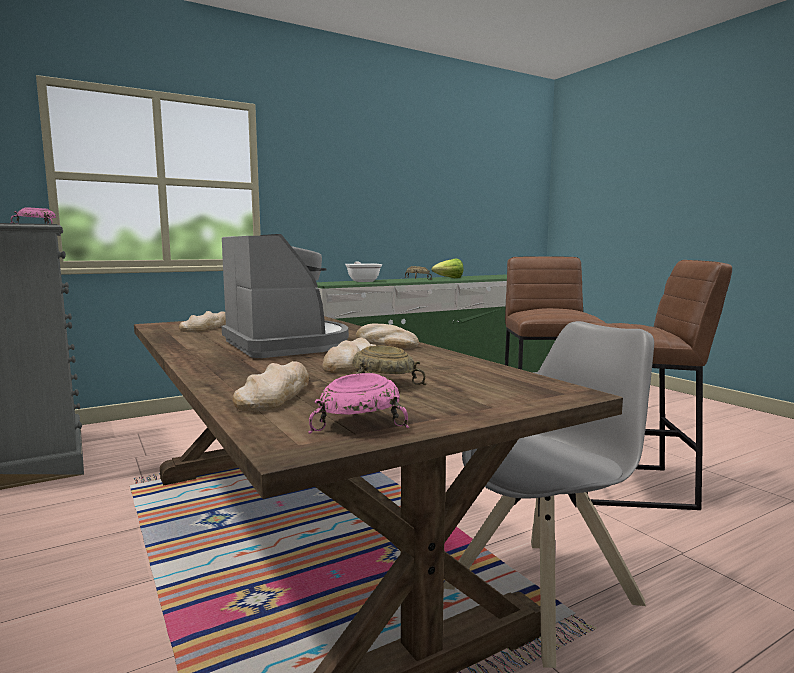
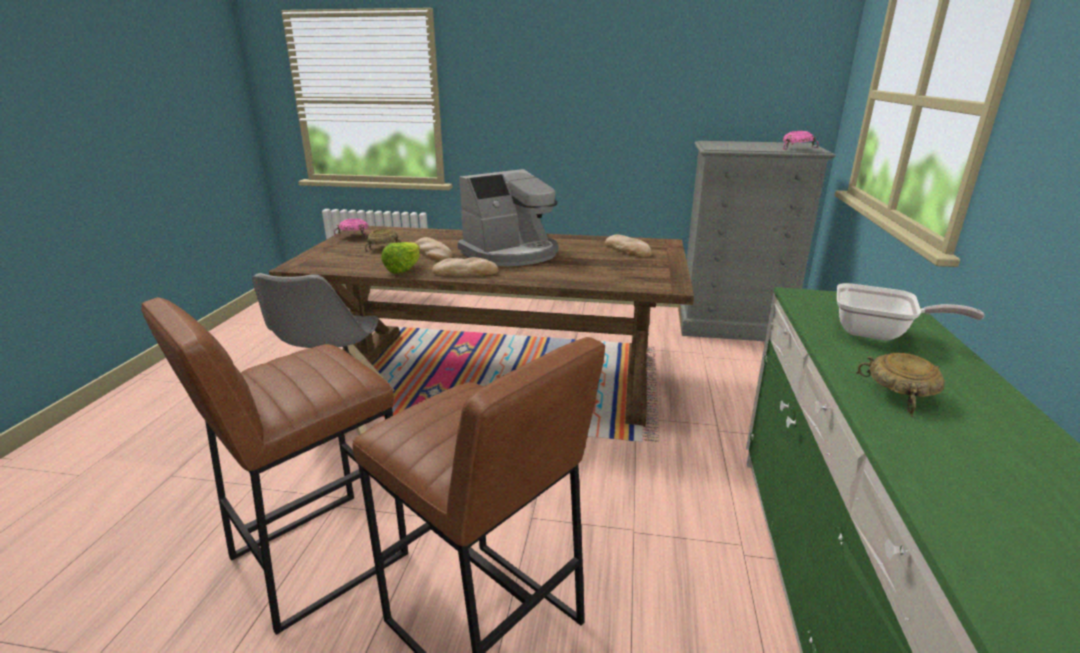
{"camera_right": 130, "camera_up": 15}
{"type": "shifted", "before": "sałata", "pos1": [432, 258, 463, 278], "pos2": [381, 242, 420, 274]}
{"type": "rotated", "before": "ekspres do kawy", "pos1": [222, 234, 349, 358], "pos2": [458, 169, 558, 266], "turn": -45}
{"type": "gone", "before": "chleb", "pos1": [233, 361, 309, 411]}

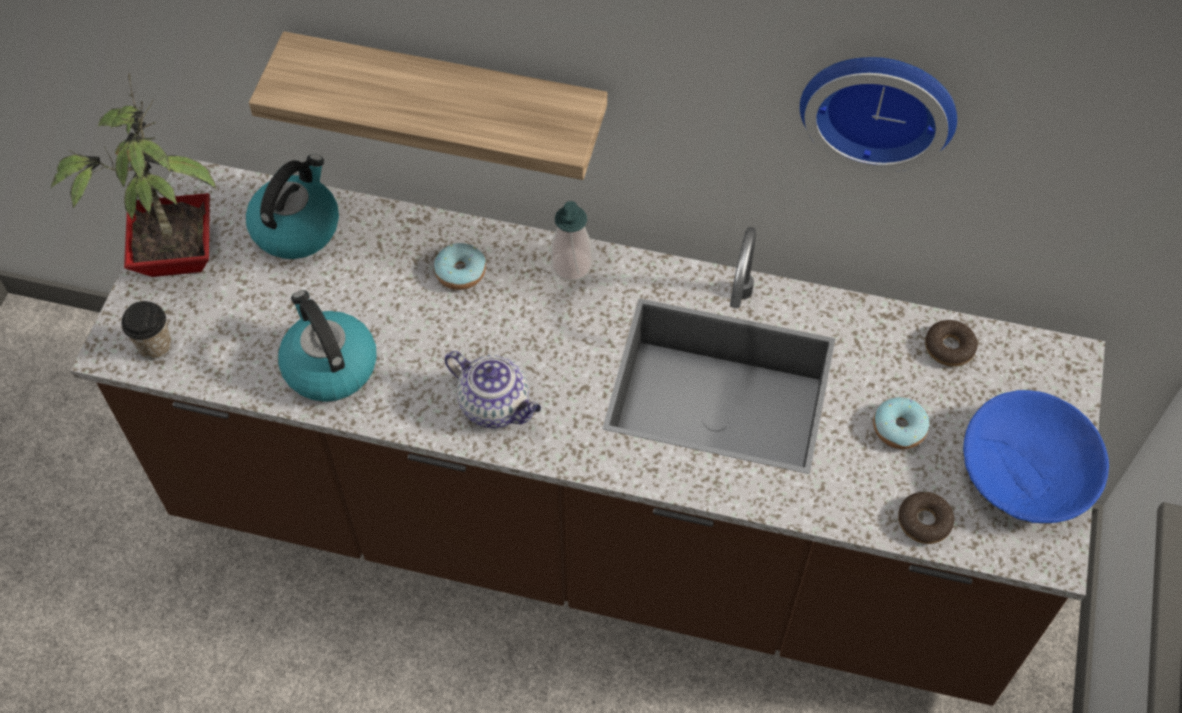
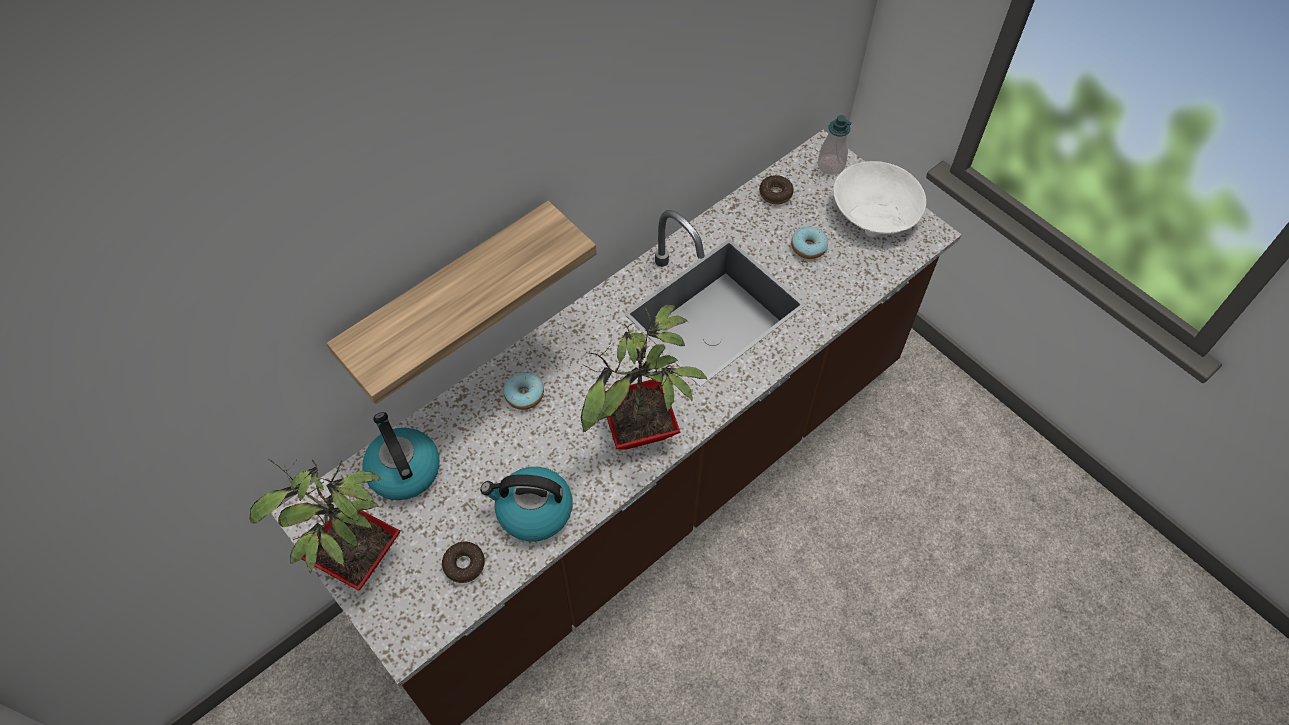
{"camera_right": -55, "camera_up": 0}
{"type": "shifted", "before": "donut", "pos1": [898, 492, 954, 544], "pos2": [442, 542, 485, 583]}
{"type": "swapped", "before": "imbryk", "after": "roślina doniczkowa", "pos1": [445, 351, 541, 428], "pos2": [581, 305, 708, 450]}
{"type": "shifted", "before": "dozownik mydła", "pos1": [551, 201, 592, 281], "pos2": [818, 115, 852, 175]}
{"type": "repainted", "before": "miska [niebieski]", "after": "miska [biały]", "pos1": [963, 390, 1109, 523], "pos2": [833, 161, 926, 237]}
{"type": "gone", "before": "filiżanka", "pos1": [121, 301, 172, 359]}
{"type": "gone", "before": "zegar ścienny", "pos1": [800, 57, 957, 172]}

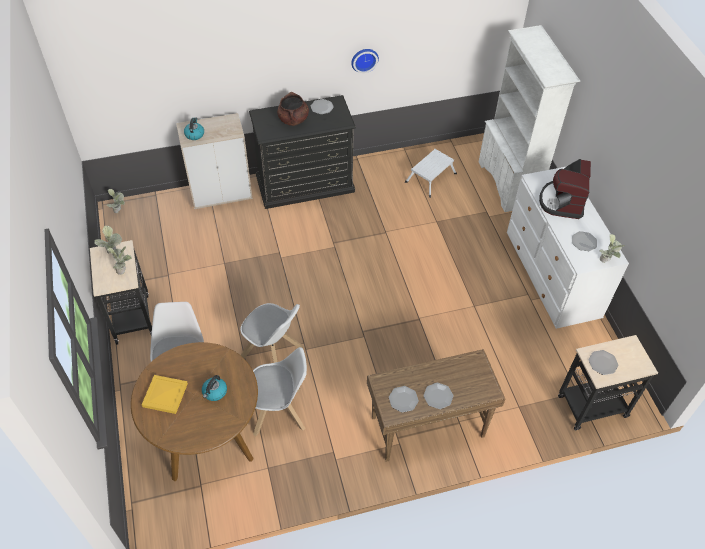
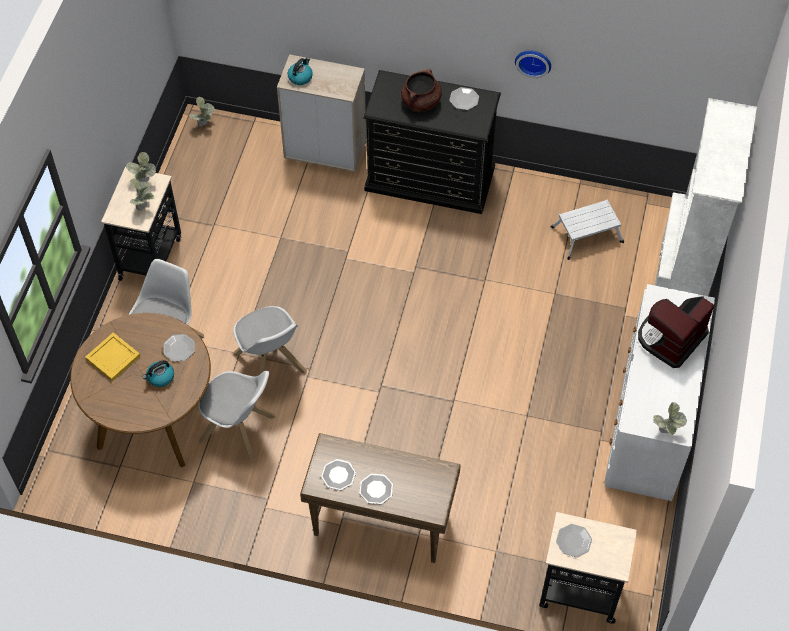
{"camera_right": 30, "camera_up": 5}
{"type": "shifted", "before": "talerz", "pos1": [572, 231, 597, 251], "pos2": [163, 334, 195, 361]}

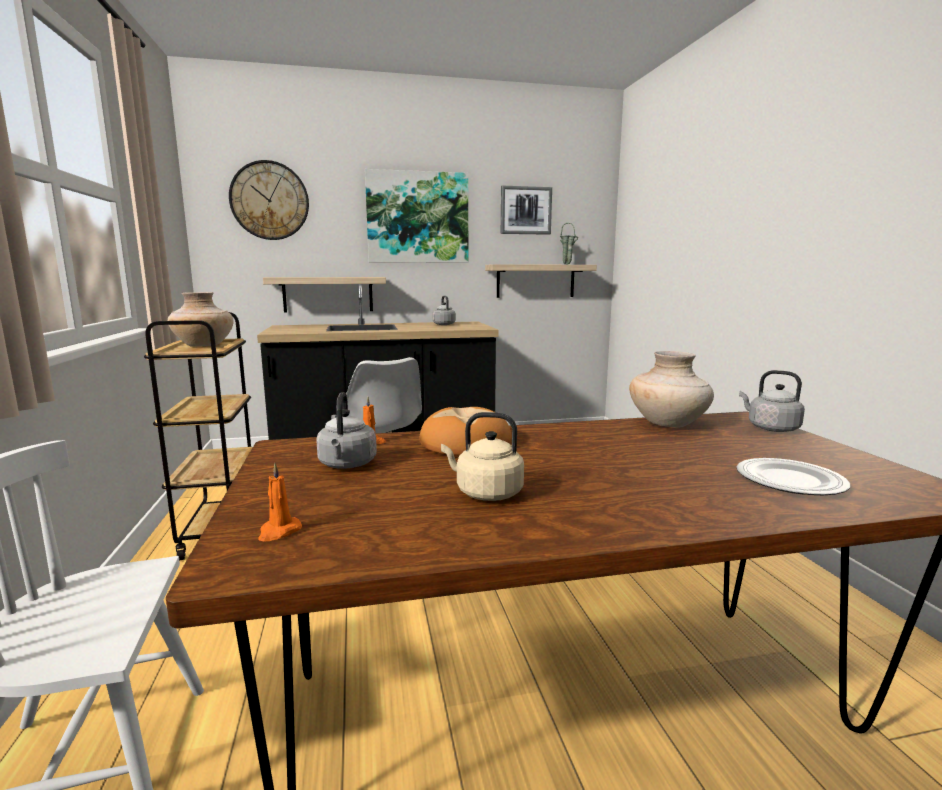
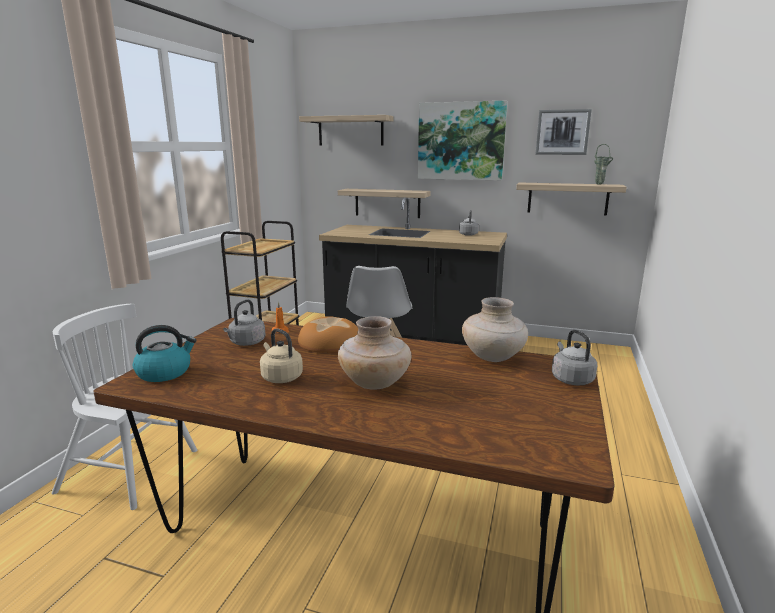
{"camera_right": 30, "camera_up": 5}
{"type": "swapped", "before": "świeca [pomarańczowy]", "after": "czajnik", "pos1": [258, 463, 302, 541], "pos2": [133, 325, 197, 382]}
{"type": "swapped", "before": "zegar ścienny", "after": "półka", "pos1": [229, 160, 309, 240], "pos2": [299, 115, 393, 146]}
{"type": "shifted", "before": "wazon [beżowy]", "pos1": [168, 292, 234, 347], "pos2": [338, 316, 411, 390]}
{"type": "gone", "before": "talerz", "pos1": [736, 458, 850, 495]}

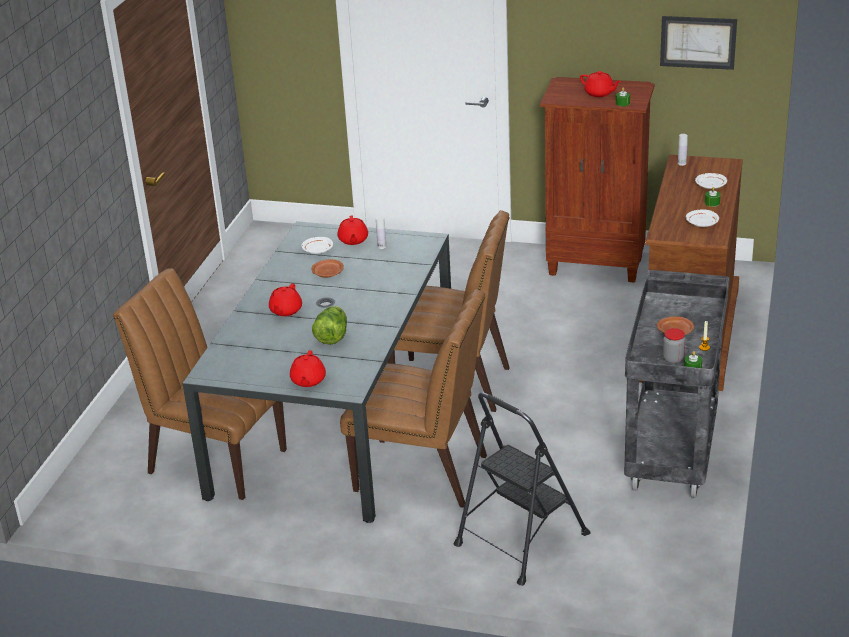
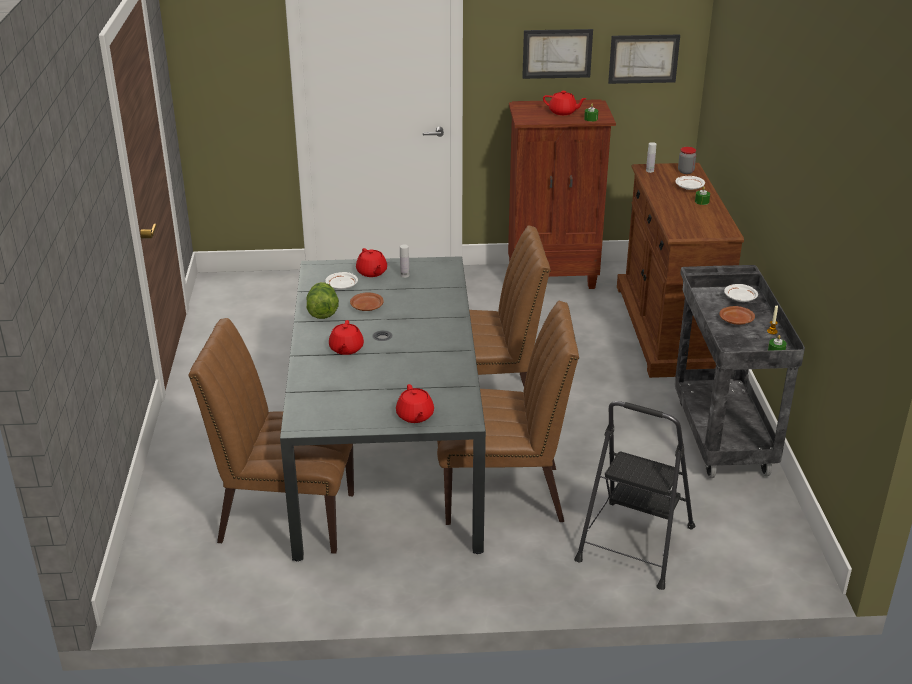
{"camera_right": -20, "camera_up": 0}
{"type": "shifted", "before": "sałata", "pos1": [312, 306, 347, 345], "pos2": [307, 282, 339, 319]}
{"type": "new", "after": "obraz", "pos2": [522, 29, 593, 79]}
{"type": "shifted", "before": "słoik", "pos1": [663, 328, 685, 364], "pos2": [678, 147, 696, 174]}
{"type": "shifted", "before": "talerz [biały]", "pos1": [686, 210, 719, 227], "pos2": [724, 284, 758, 302]}

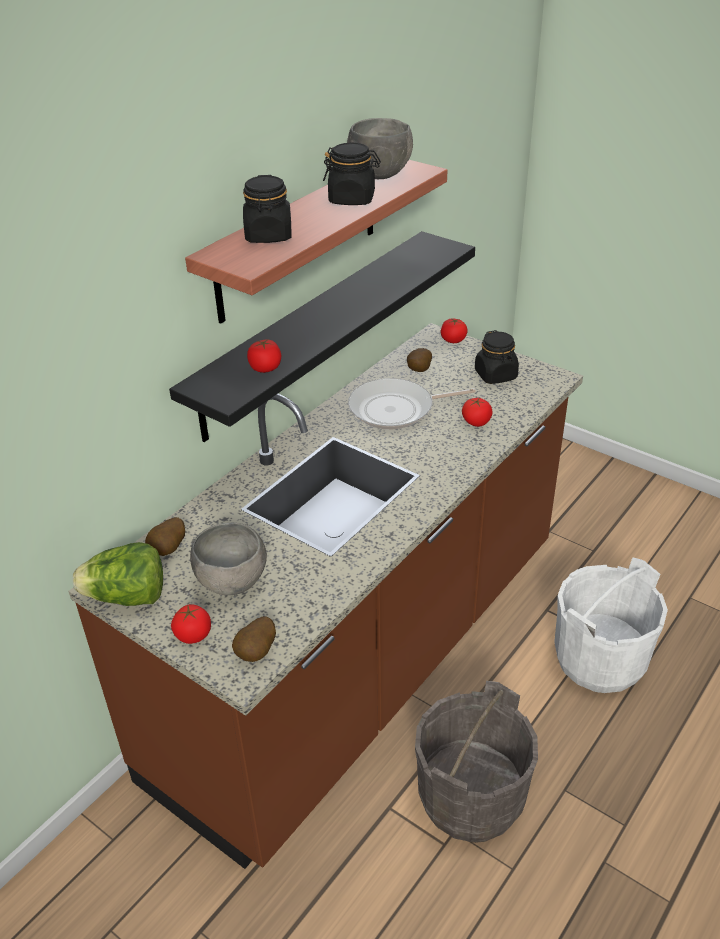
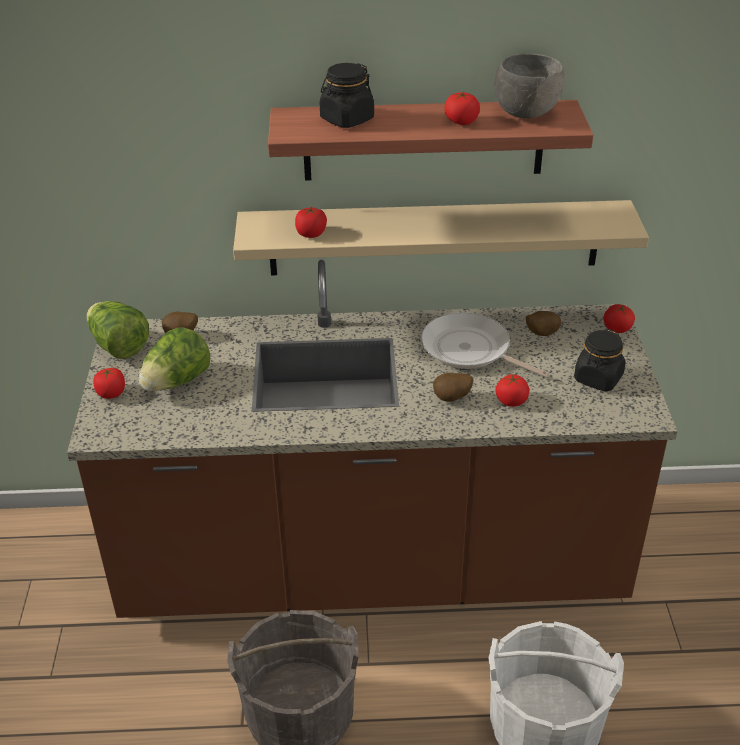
{"camera_right": 50, "camera_up": 0}
{"type": "swapped", "before": "miska [szary]", "after": "sałata", "pos1": [190, 523, 267, 595], "pos2": [139, 327, 210, 392]}
{"type": "repainted", "before": "półka [czarny]", "after": "półka [beżowy]", "pos1": [169, 231, 475, 442], "pos2": [233, 200, 649, 275]}
{"type": "shifted", "before": "ziemniak", "pos1": [232, 616, 276, 662], "pos2": [433, 373, 473, 402]}
{"type": "swapped", "before": "słoik [czarny]", "after": "pomidor", "pos1": [323, 143, 381, 205], "pos2": [445, 92, 480, 125]}

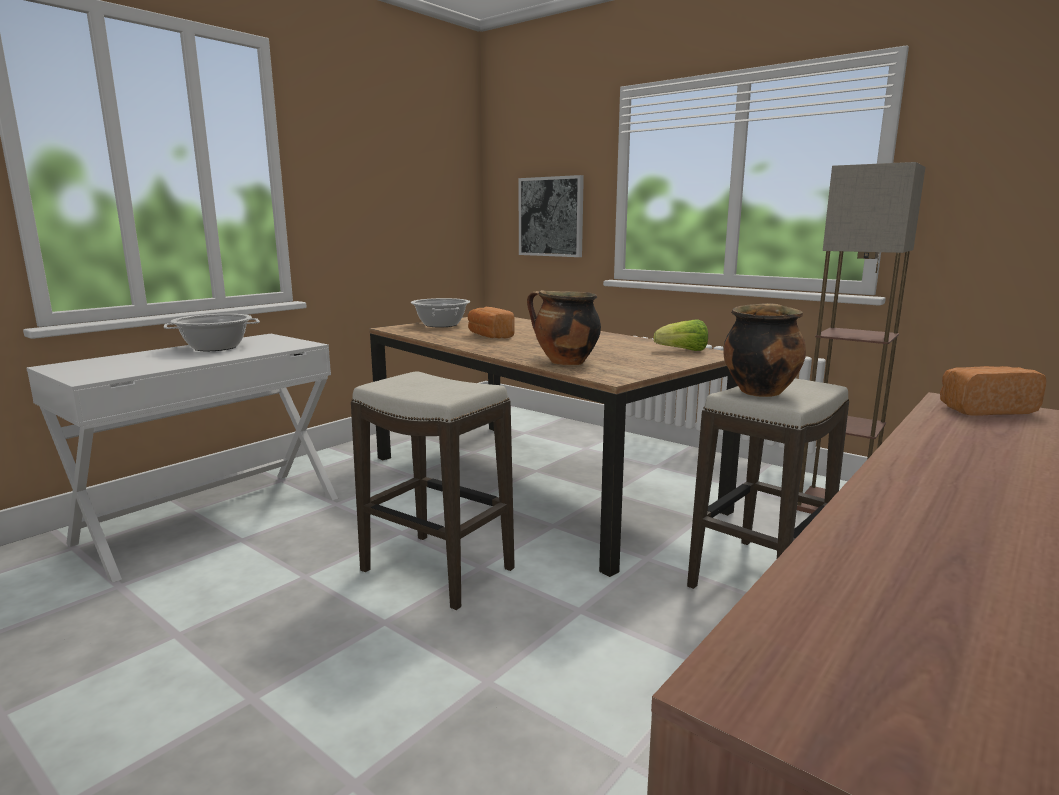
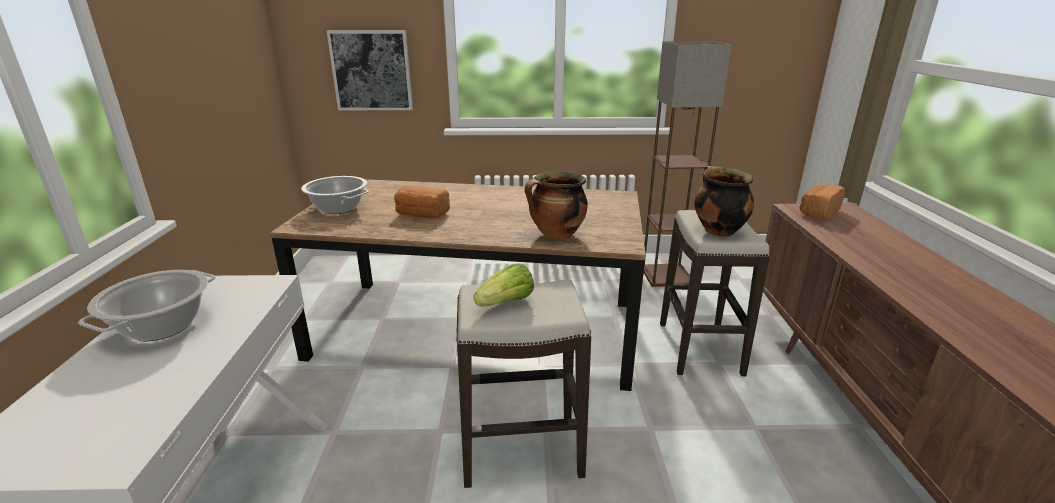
{"camera_right": -40, "camera_up": 10}
{"type": "shifted", "before": "sałata", "pos1": [654, 319, 708, 351], "pos2": [474, 264, 534, 307]}

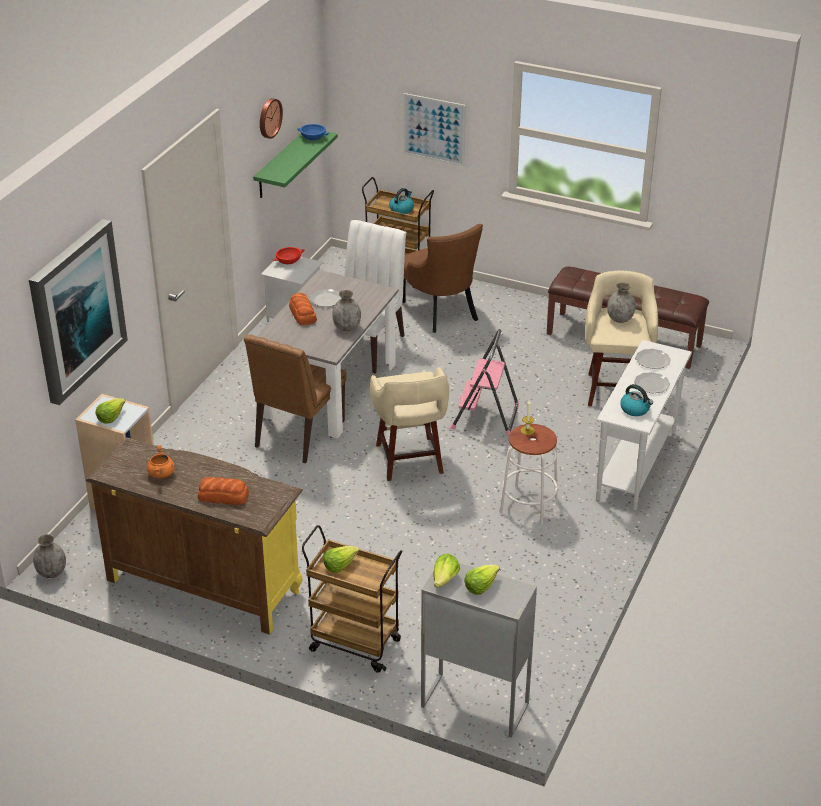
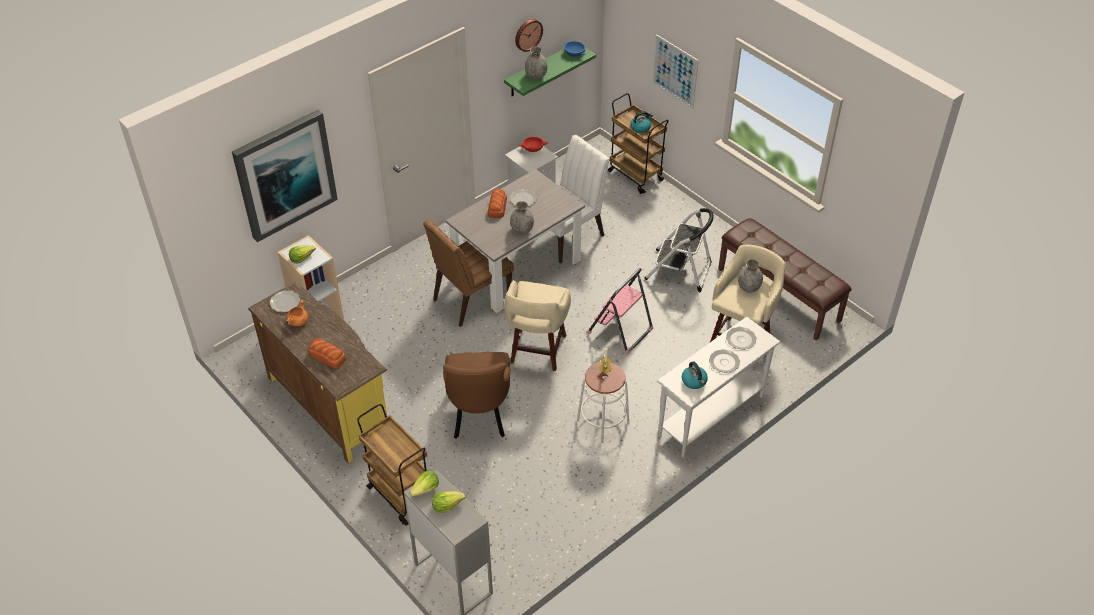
{"camera_right": 25, "camera_up": 10}
{"type": "new", "after": "talerz", "pos2": [270, 290, 300, 312]}
{"type": "shifted", "before": "krzesło [brązowy]", "pos1": [403, 224, 483, 333], "pos2": [443, 352, 510, 439]}
{"type": "shifted", "before": "wazon [szary]", "pos1": [33, 534, 66, 578], "pos2": [525, 46, 547, 79]}
{"type": "new", "after": "drabinka", "pos2": [644, 208, 714, 292]}
{"type": "gone", "before": "sałata", "pos1": [324, 546, 359, 573]}

